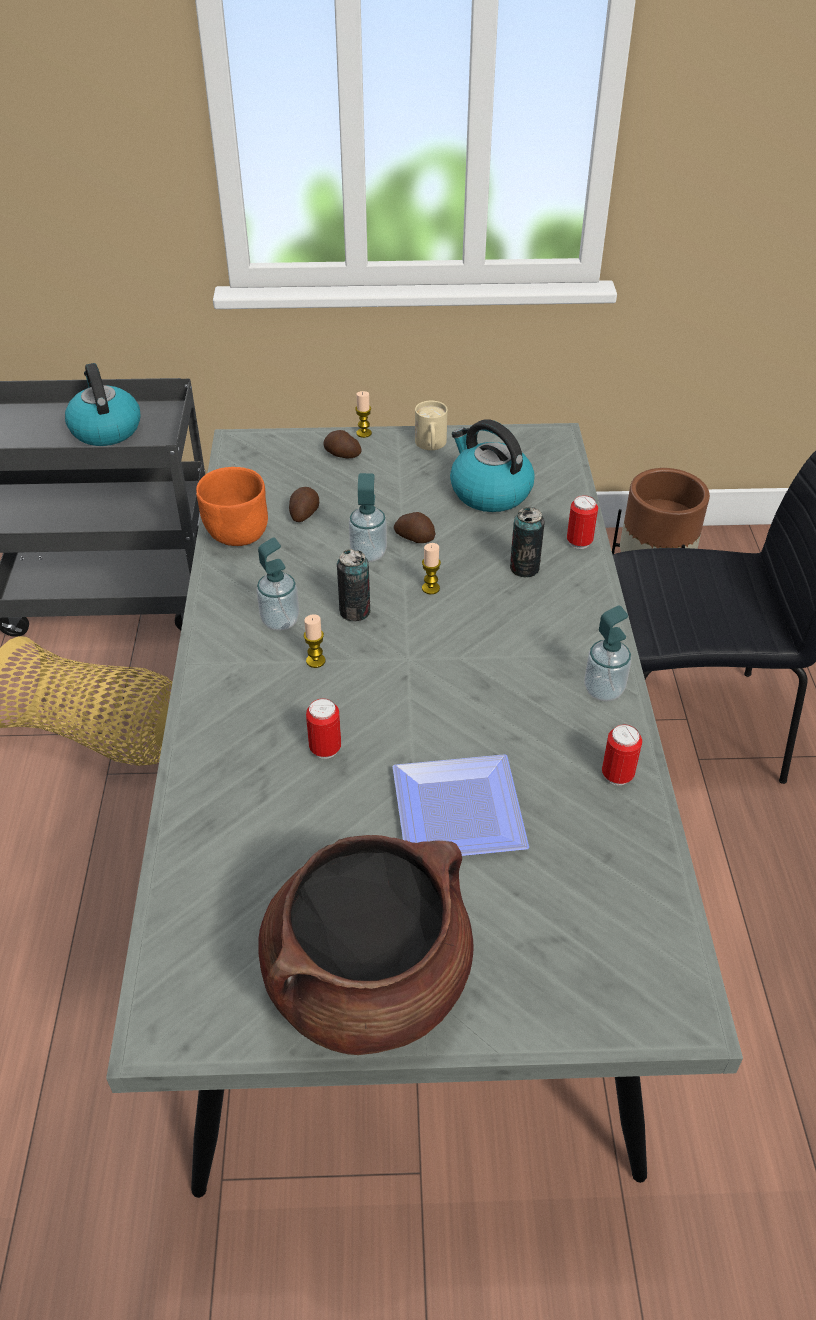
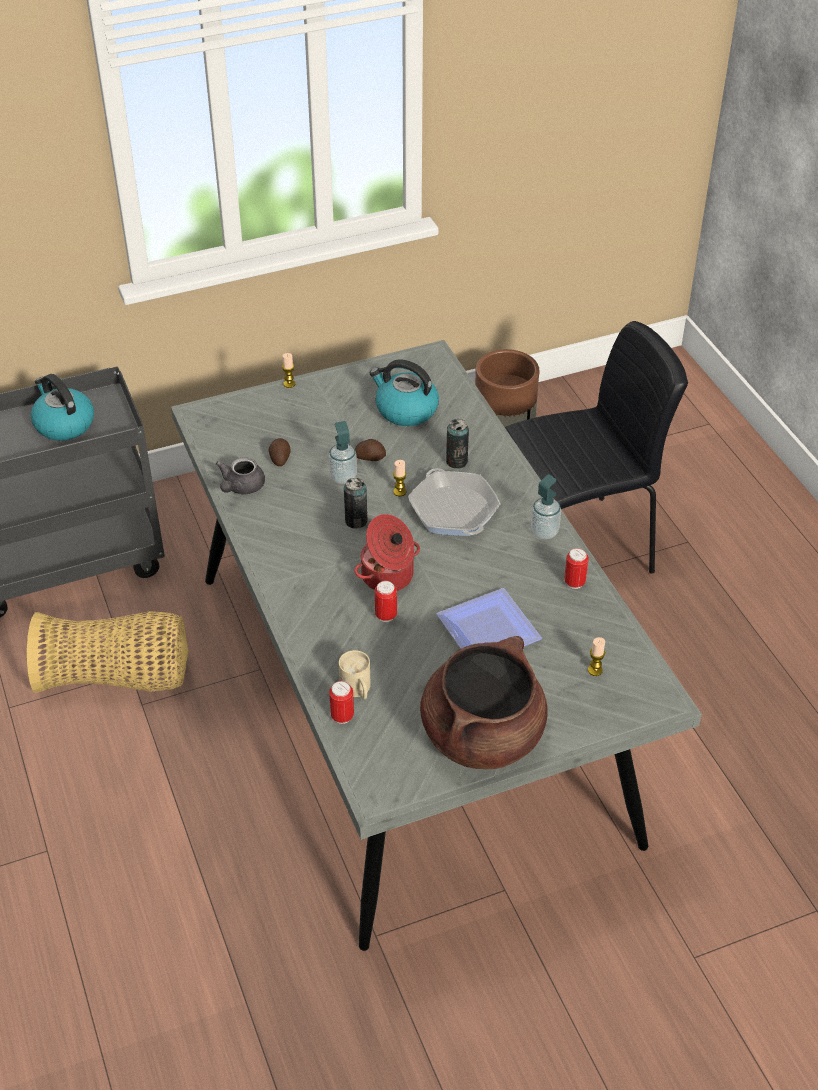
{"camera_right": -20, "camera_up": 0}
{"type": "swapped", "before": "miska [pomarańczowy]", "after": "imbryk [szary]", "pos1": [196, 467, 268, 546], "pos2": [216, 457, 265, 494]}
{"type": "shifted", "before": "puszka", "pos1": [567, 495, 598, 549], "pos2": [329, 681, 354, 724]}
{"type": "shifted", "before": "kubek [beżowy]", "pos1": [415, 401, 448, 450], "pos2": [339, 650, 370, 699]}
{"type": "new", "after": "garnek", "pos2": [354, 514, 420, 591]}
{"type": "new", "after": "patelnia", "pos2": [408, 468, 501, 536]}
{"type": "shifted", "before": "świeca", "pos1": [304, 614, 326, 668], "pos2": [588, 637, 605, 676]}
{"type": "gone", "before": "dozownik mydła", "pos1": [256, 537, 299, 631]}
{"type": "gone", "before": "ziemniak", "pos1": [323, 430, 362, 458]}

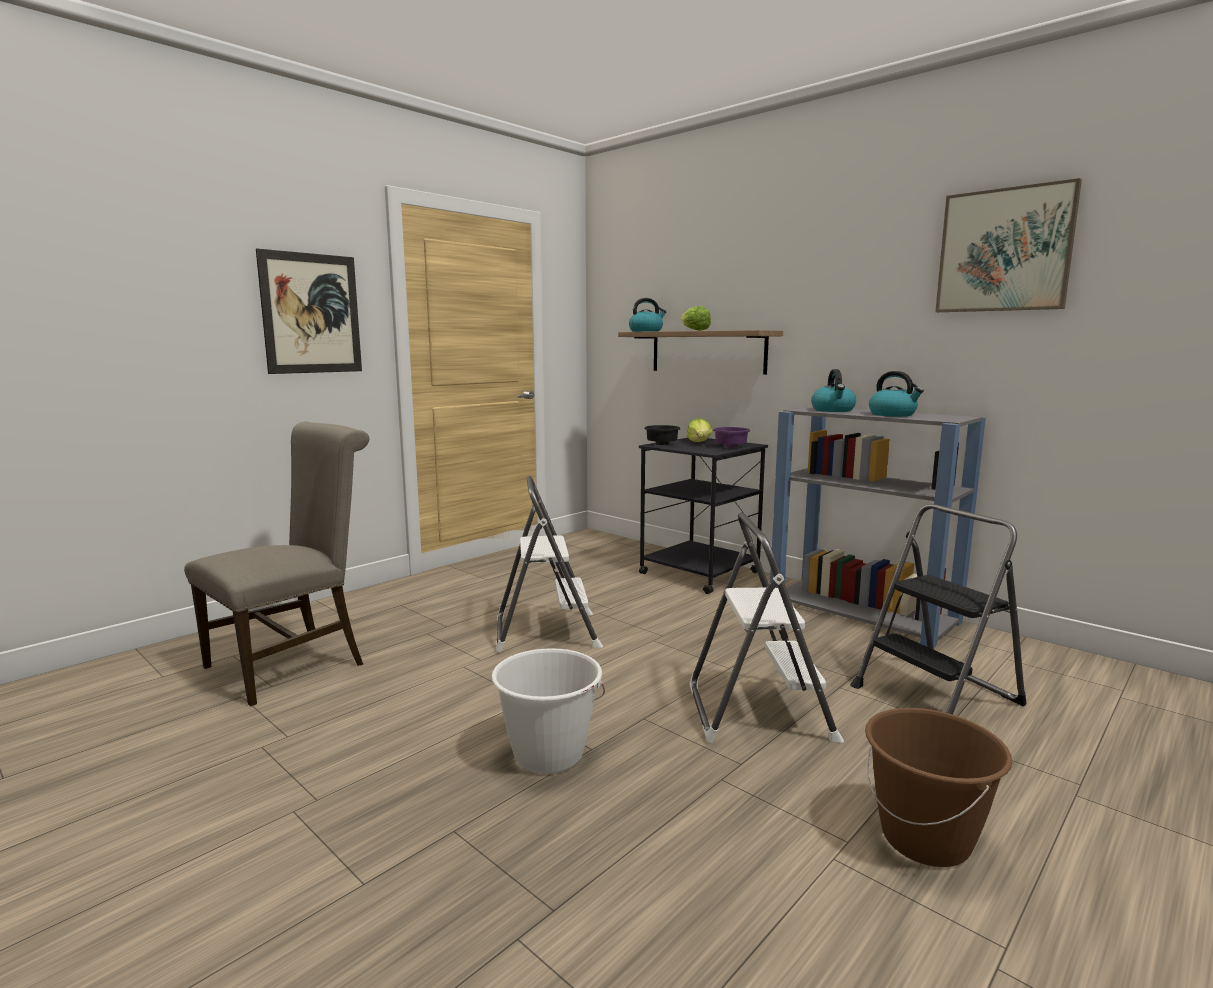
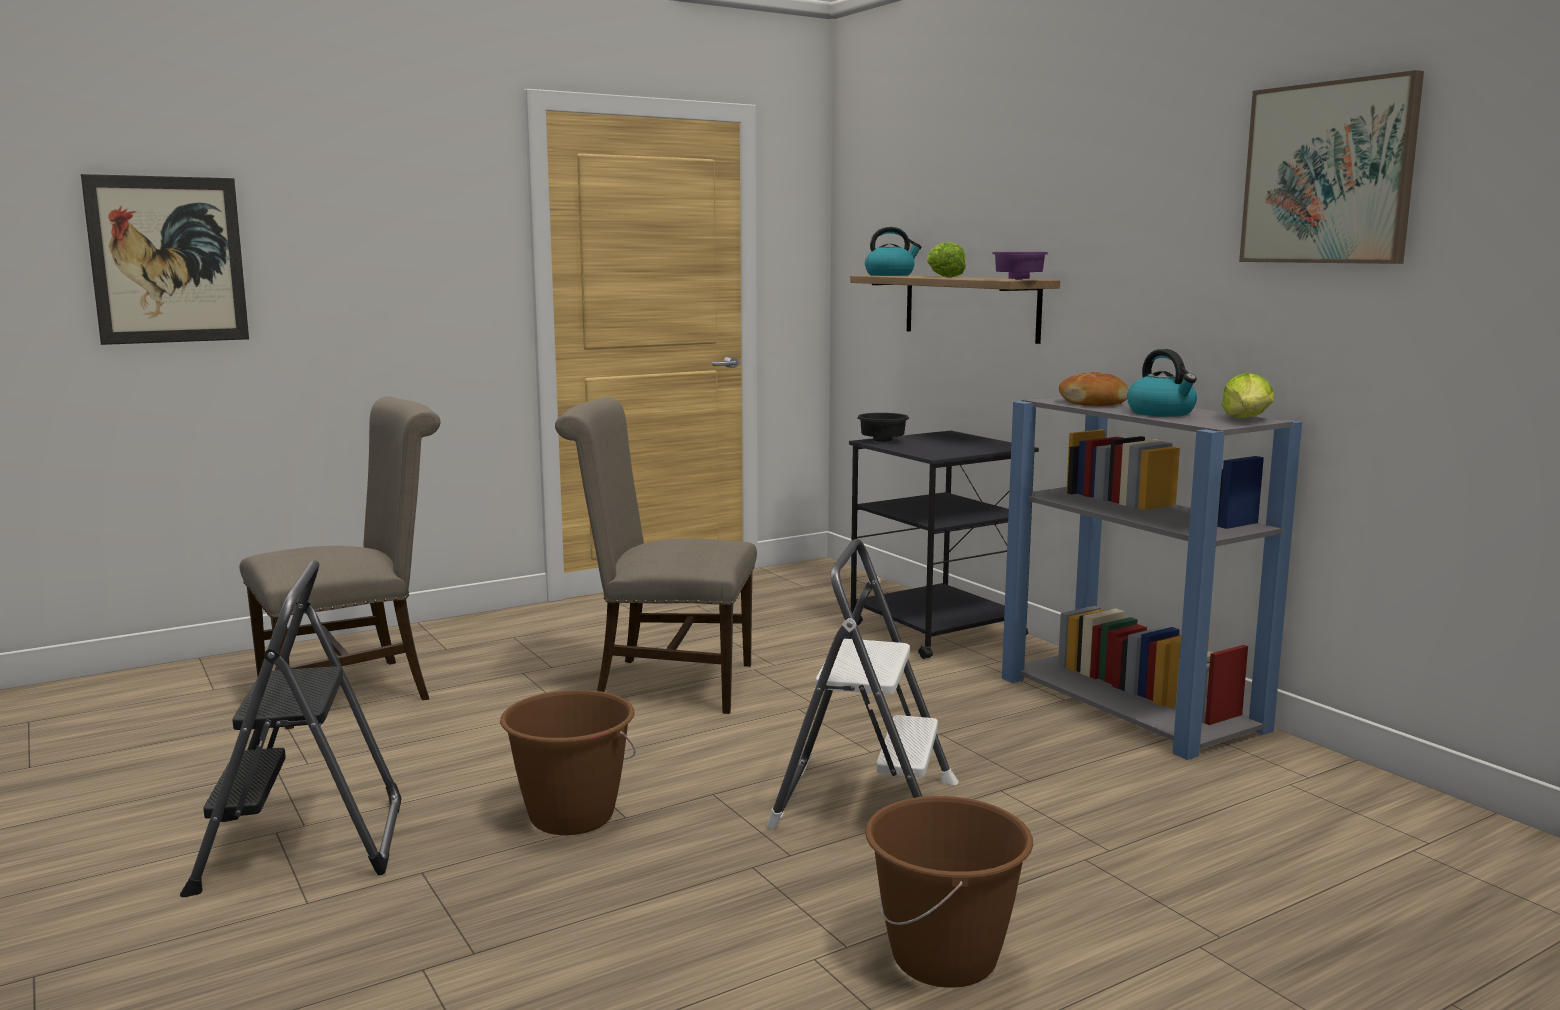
{"camera_right": 15, "camera_up": 0}
{"type": "shifted", "before": "obraz", "pos1": [256, 248, 362, 374], "pos2": [81, 174, 249, 345]}
{"type": "shifted", "before": "drabinka [czarny]", "pos1": [850, 504, 1026, 715], "pos2": [180, 560, 401, 897]}
{"type": "repainted", "before": "wiadro [biały]", "after": "wiadro [brązowy]", "pos1": [491, 648, 605, 774], "pos2": [500, 690, 636, 835]}
{"type": "swapped", "before": "drabinka [biały]", "after": "krzesło [beżowy]", "pos1": [496, 476, 603, 653], "pos2": [555, 397, 757, 714]}
{"type": "shifted", "before": "miska [fioletowy]", "pos1": [713, 427, 750, 447], "pos2": [992, 252, 1048, 280]}
{"type": "swapped", "before": "czajnik", "after": "chleb", "pos1": [811, 369, 856, 412], "pos2": [1059, 372, 1129, 406]}
{"type": "shifted", "before": "sałata", "pos1": [687, 418, 713, 442], "pos2": [1222, 373, 1275, 418]}

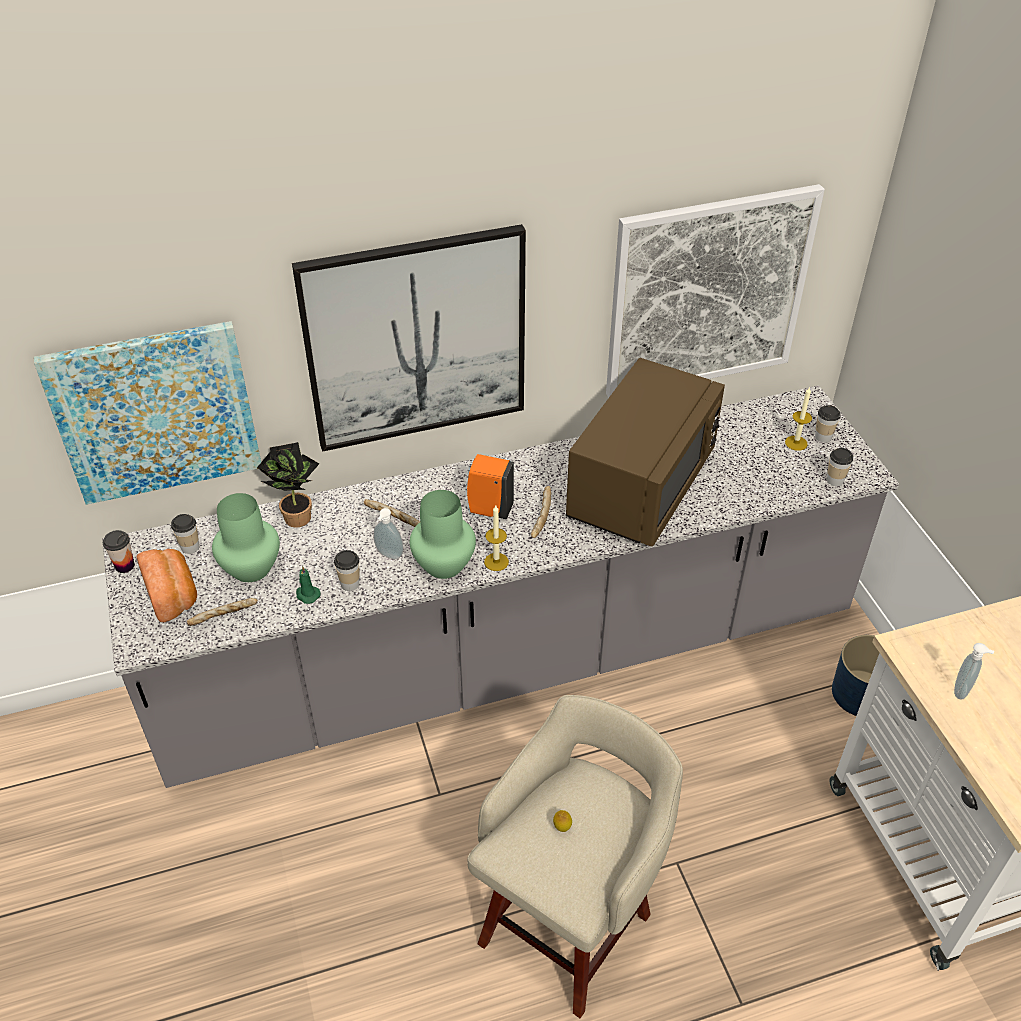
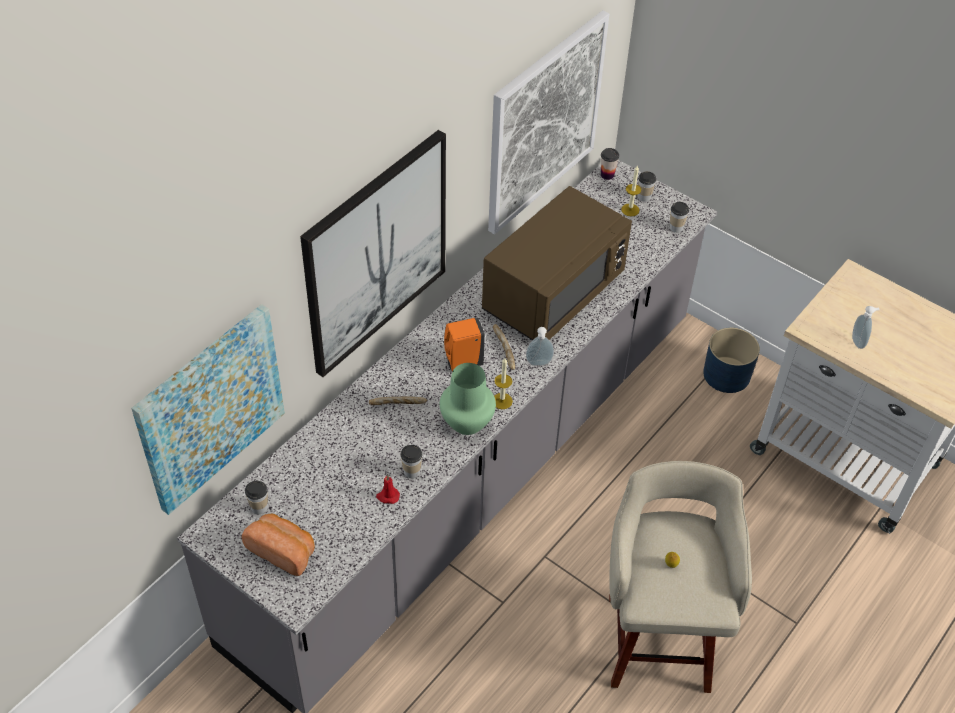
{"camera_right": -35, "camera_up": 5}
{"type": "repainted", "before": "świeca [zielony]", "after": "świeca [czerwony]", "pos1": [296, 566, 321, 604], "pos2": [376, 475, 400, 504]}
{"type": "rotated", "before": "mikrofalówka [brązowy]", "pos1": [566, 358, 725, 546], "pos2": [482, 186, 632, 340], "turn": 45}
{"type": "shifted", "before": "dozownik mydła", "pos1": [373, 508, 404, 559], "pos2": [526, 327, 554, 366]}
{"type": "shifted", "before": "filiżanka", "pos1": [103, 530, 135, 573], "pos2": [601, 148, 619, 180]}
{"type": "gone", "before": "chleb", "pos1": [187, 598, 258, 626]}
{"type": "gone", "before": "wazon [zielony]", "pos1": [212, 493, 280, 582]}
{"type": "gone", "before": "roślina doniczkowa", "pos1": [257, 442, 319, 528]}

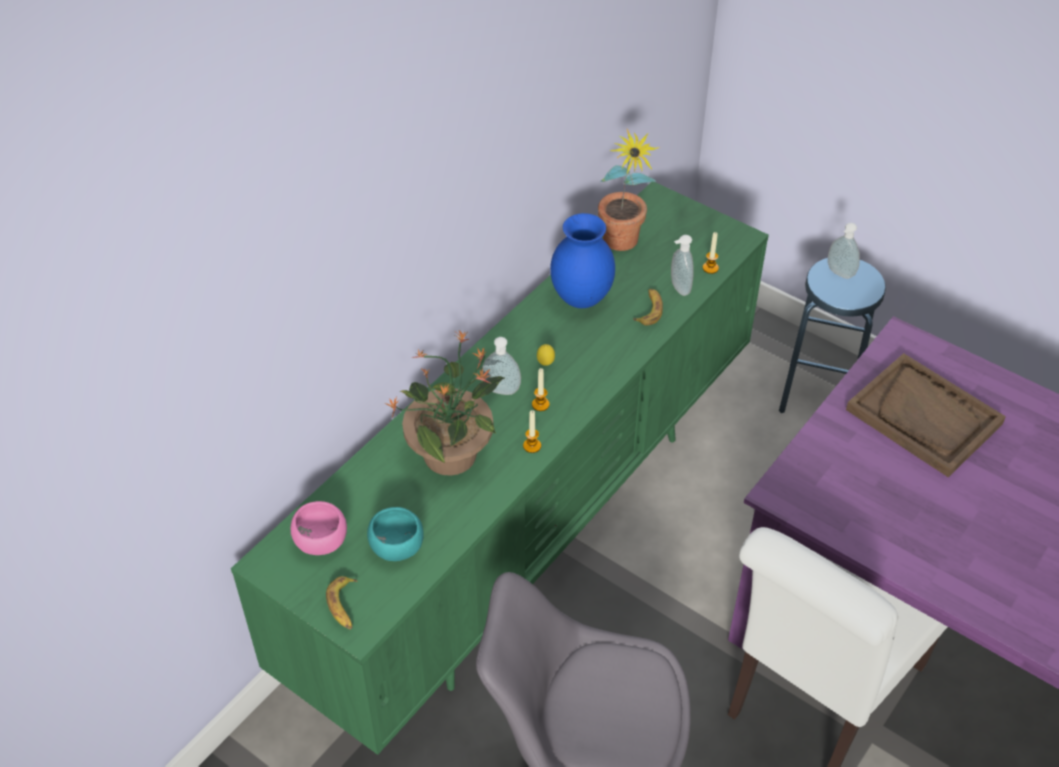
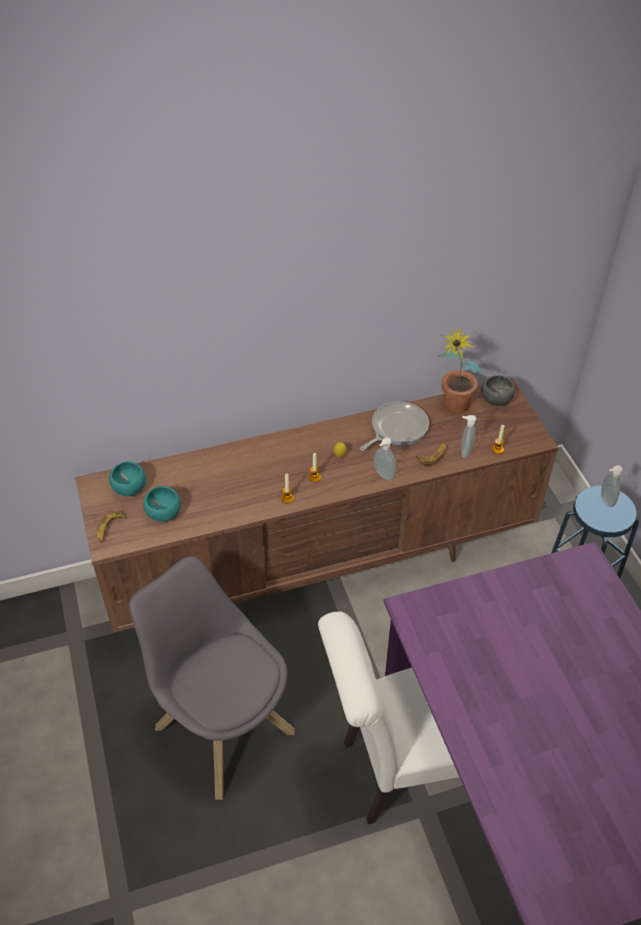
{"camera_right": 35, "camera_up": 0}
{"type": "repainted", "before": "szafka [zielony]", "after": "szafka [brązowy]", "pos1": [231, 182, 769, 755], "pos2": [75, 379, 559, 632]}
{"type": "repainted", "before": "miska [różowy]", "after": "miska [turkusowy]", "pos1": [291, 501, 347, 555], "pos2": [109, 461, 146, 496]}
{"type": "swapped", "before": "wazon [niebieski]", "after": "patelnia", "pos1": [550, 213, 615, 308], "pos2": [360, 402, 429, 451]}
{"type": "shifted", "before": "dozownik mydła", "pos1": [482, 337, 521, 395], "pos2": [374, 437, 396, 480]}
{"type": "new", "after": "miska [szary]", "pos2": [481, 375, 515, 406]}
{"type": "gone", "before": "roślina doniczkowa", "pos1": [385, 331, 505, 476]}
{"type": "gone", "before": "taca [brązowy]", "pos1": [846, 353, 1006, 477]}

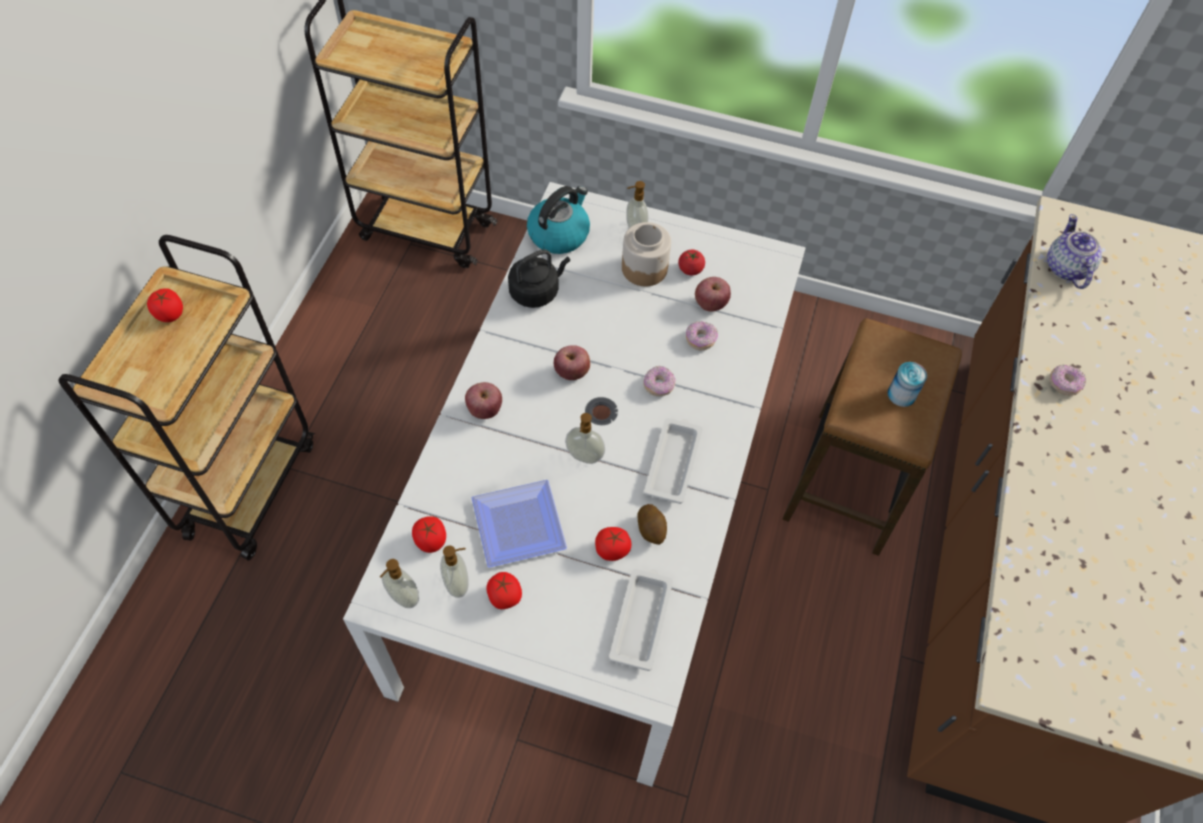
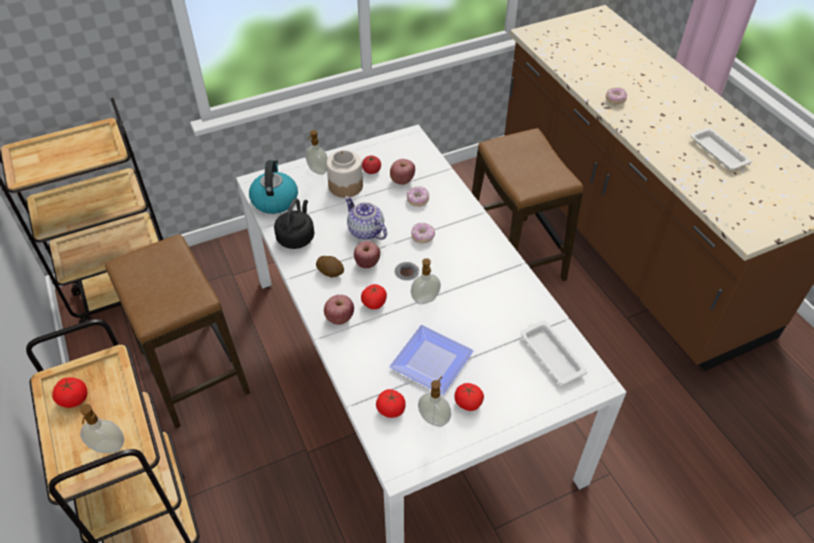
{"camera_right": -40, "camera_up": -10}
{"type": "shifted", "before": "dozownik mydła", "pos1": [380, 559, 419, 608], "pos2": [80, 404, 124, 453]}
{"type": "new", "after": "stołek", "pos2": [105, 234, 250, 429]}
{"type": "shifted", "before": "ziemniak", "pos1": [638, 504, 667, 545], "pos2": [316, 256, 344, 278]}
{"type": "shifted", "before": "imbryk", "pos1": [1047, 214, 1102, 289], "pos2": [345, 196, 387, 240]}
{"type": "shifted", "before": "pomidor", "pos1": [595, 527, 631, 561], "pos2": [361, 284, 387, 309]}
{"type": "shifted", "before": "taca [biały]", "pos1": [644, 418, 703, 504], "pos2": [690, 128, 752, 170]}
{"type": "gone", "before": "puszka", "pos1": [887, 362, 927, 407]}

